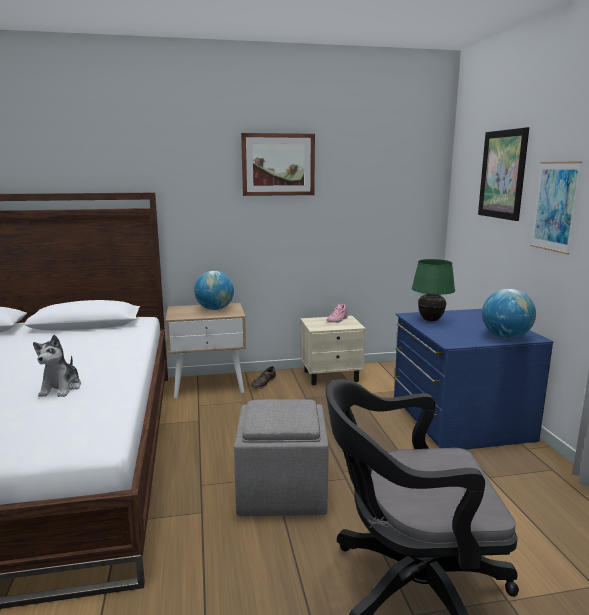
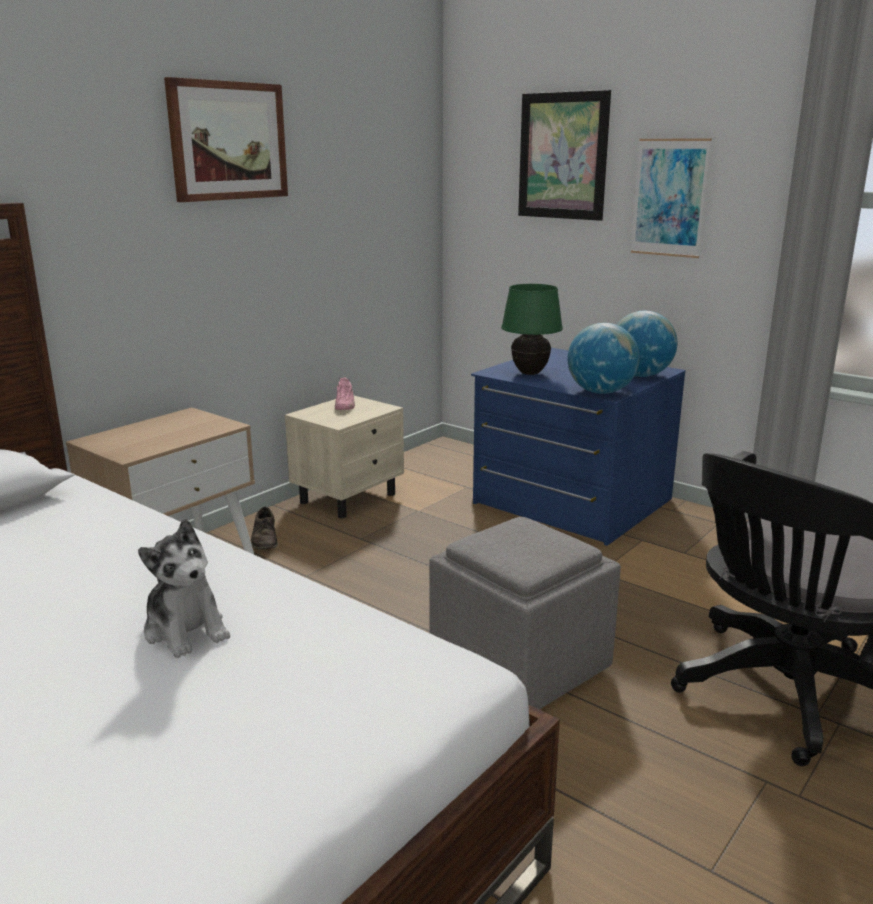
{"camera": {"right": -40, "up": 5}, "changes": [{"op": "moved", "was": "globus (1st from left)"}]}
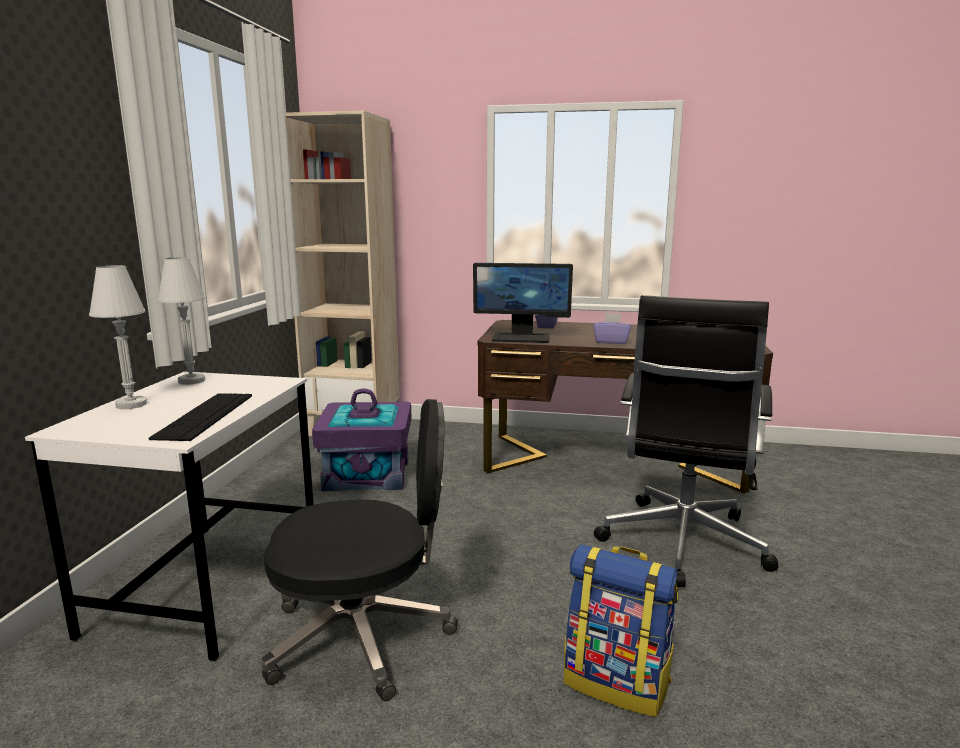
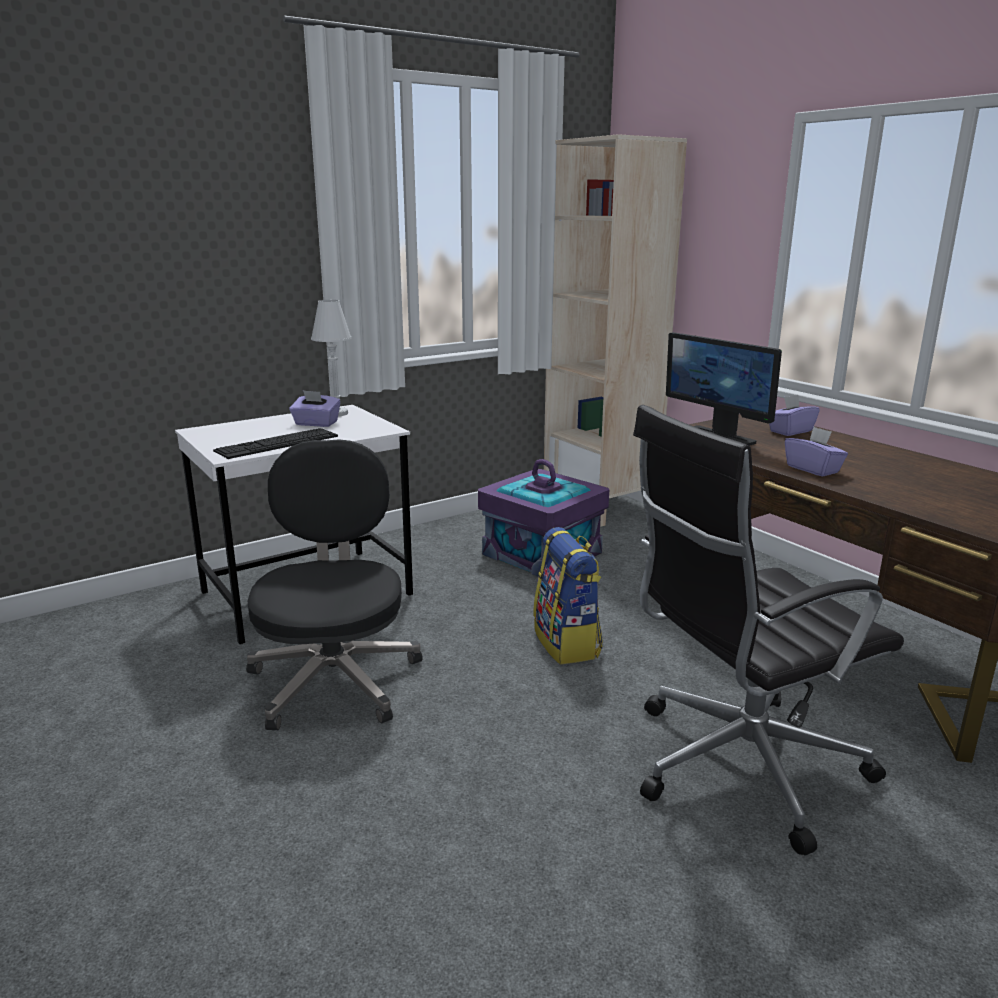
{"camera": {"right": 45, "up": 5}, "changes": [{"op": "removed", "was": "lampa stołowa (biały) (1st from left)"}, {"op": "turned", "was": "krzesło biurowe (czarny) (1st from left)", "clockwise": -135}, {"op": "moved", "was": "plecak"}, {"op": "added", "now": "pudełko chusteczek (fioletowy) (1st from left)"}]}
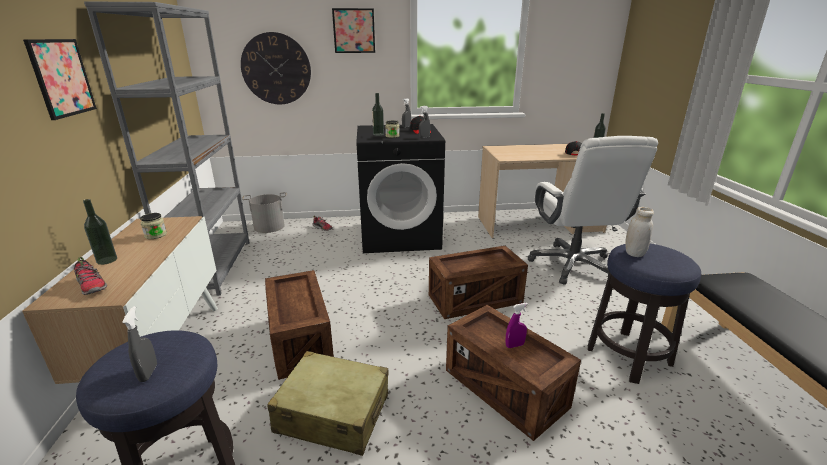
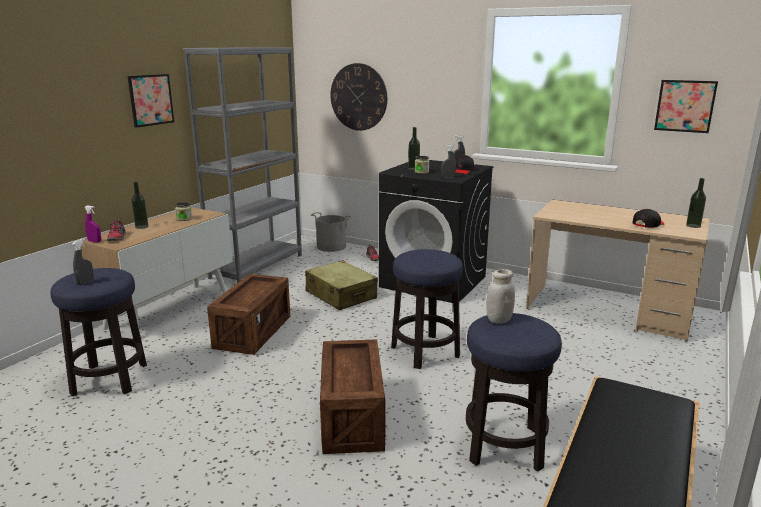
{"camera": {"right": 35, "up": -5}, "changes": [{"op": "moved", "was": "walizka (beżowy)"}, {"op": "moved", "was": "obraz (2nd from left)"}, {"op": "replaced", "was": "skrzynka (2nd from left)", "now": "stołek (2nd from left)"}, {"op": "moved", "was": "spryskiwacz (fioletowy)"}, {"op": "removed", "was": "krzesło biurowe (biały)"}]}
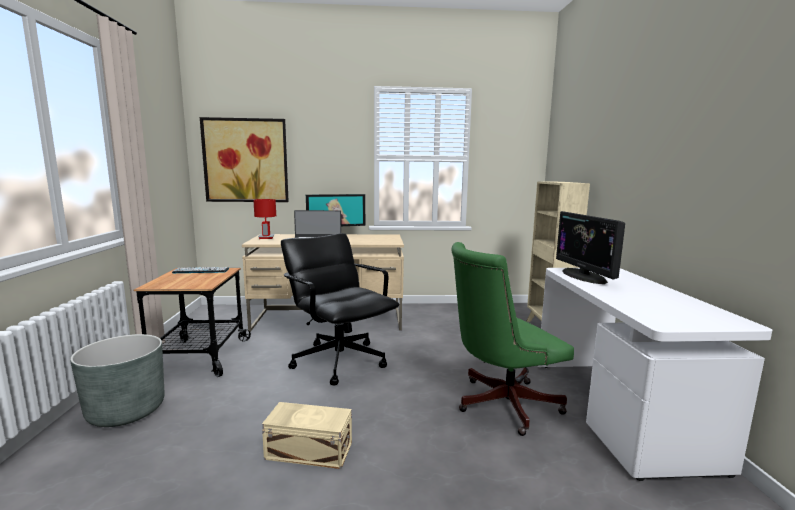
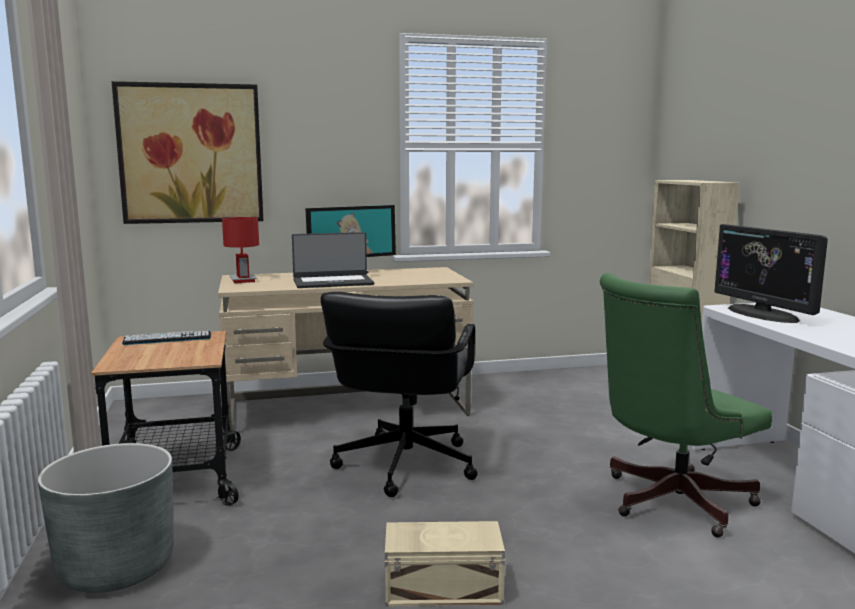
{"camera": {"right": -10, "up": 0}, "changes": [{"op": "turned", "was": "krzesło biurowe (czarny)", "clockwise": -120}]}
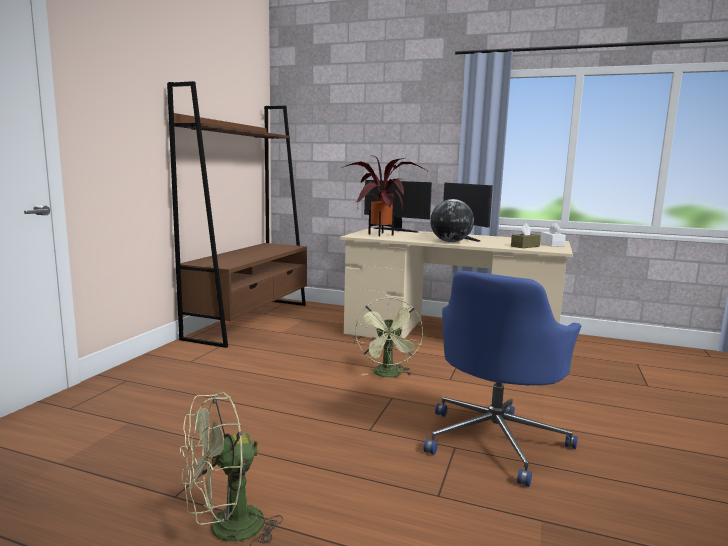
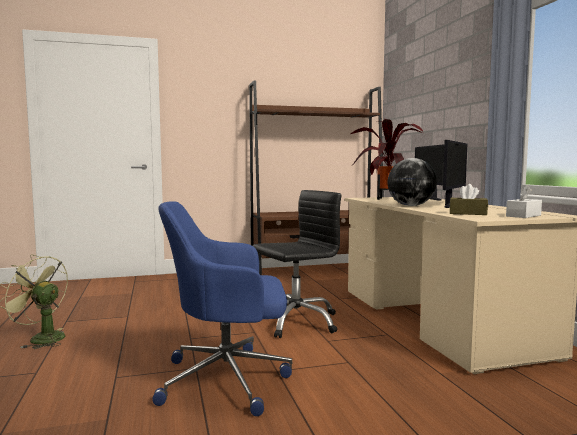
{"camera": {"right": 55, "up": -5}, "changes": [{"op": "replaced", "was": "wentylator (zielony) (2nd from left)", "now": "krzesło biurowe (czarny)"}]}
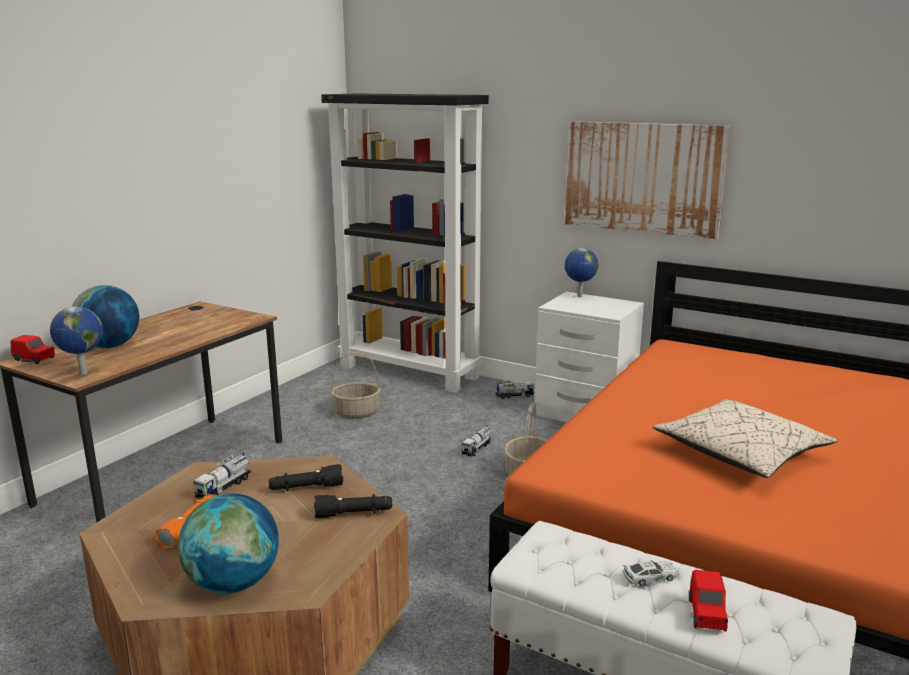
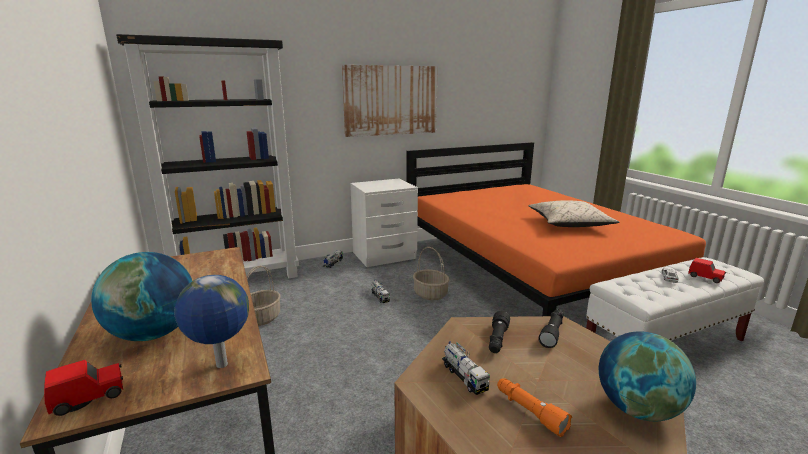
{"camera": {"right": -55, "up": 0}, "changes": [{"op": "removed", "was": "globus (4th from left)"}]}
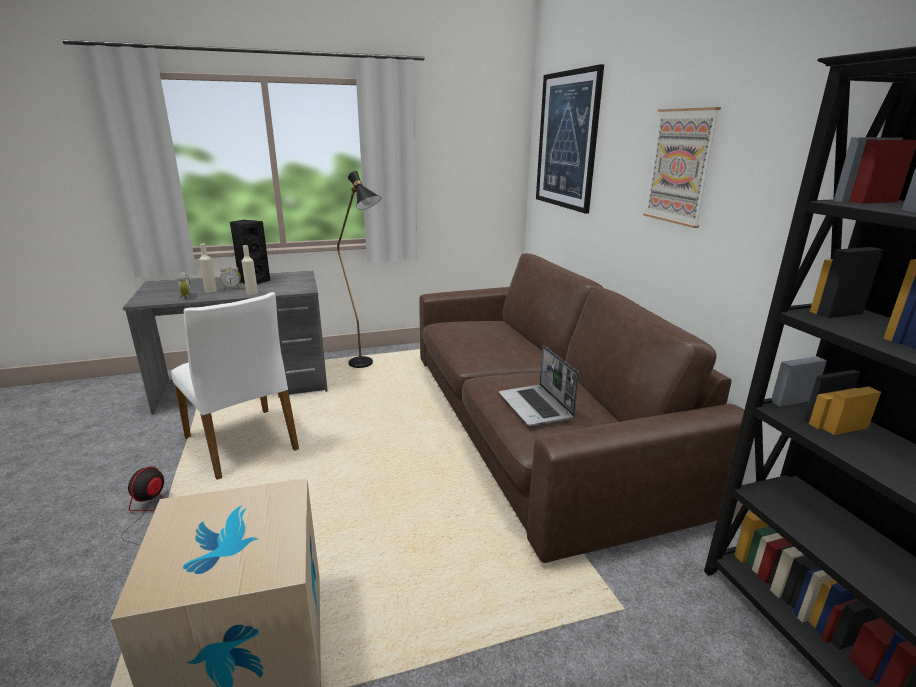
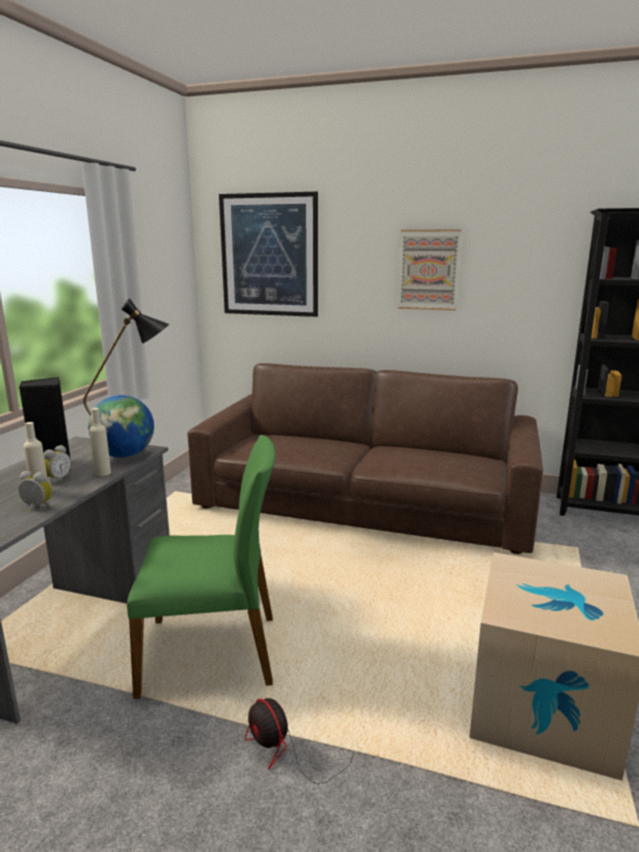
{"camera": {"right": -55, "up": -5}, "changes": [{"op": "recoloured", "was": "krzesło (biały)", "now": "krzesło (zielony)"}, {"op": "removed", "was": "laptop"}, {"op": "added", "now": "globus"}]}
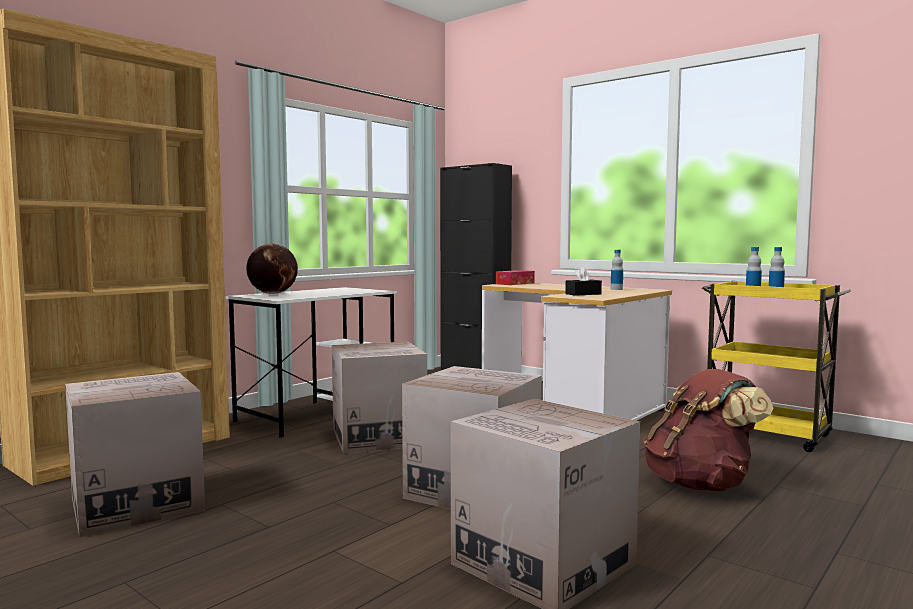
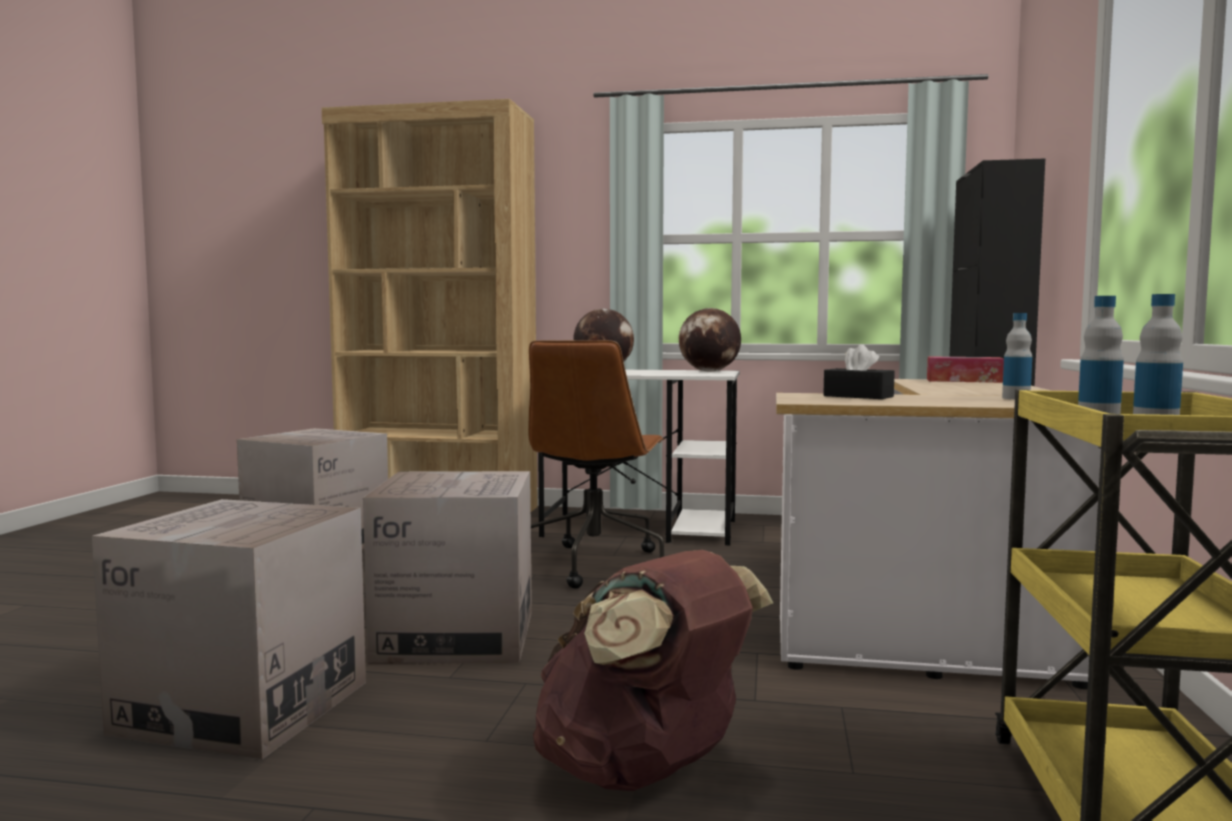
{"camera": {"right": 60, "up": 0}, "changes": [{"op": "replaced", "was": "karton (2nd from left)", "now": "krzesło biurowe (brązowy)"}, {"op": "added", "now": "globus (2nd from left)"}]}
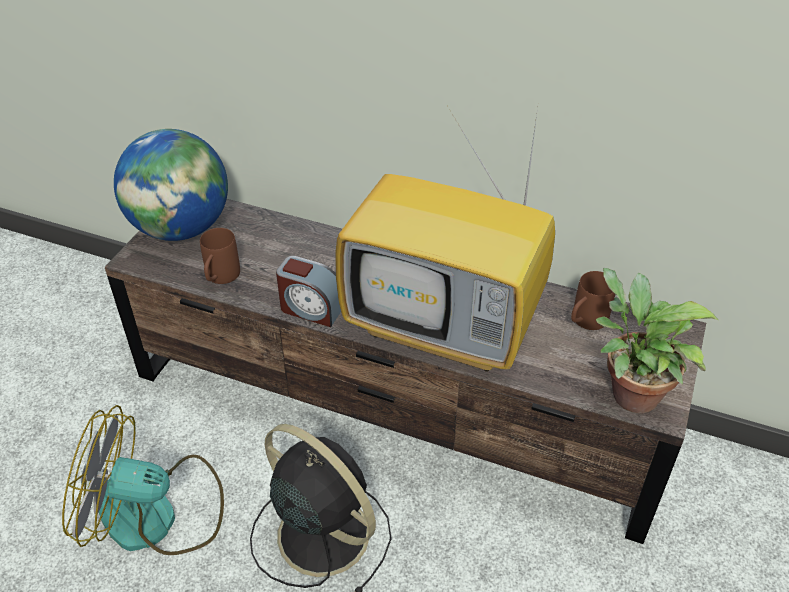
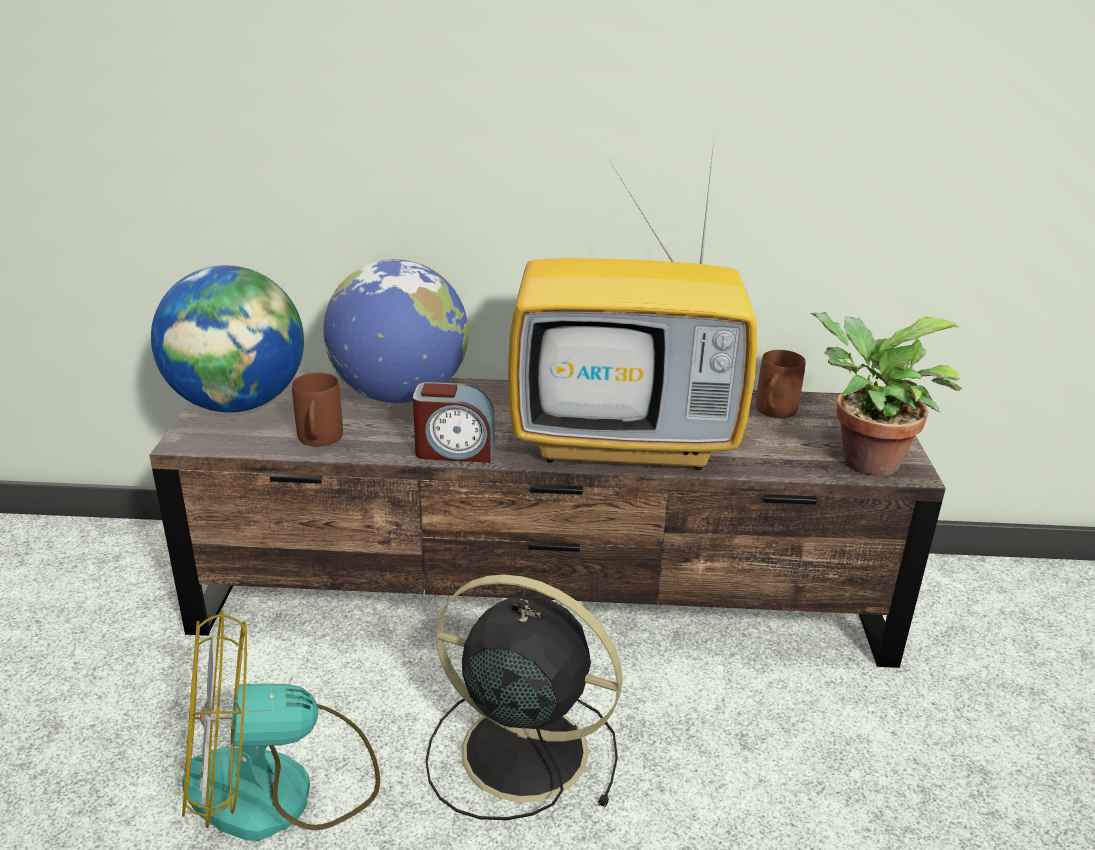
{"camera": {"right": -20, "up": -15}, "changes": [{"op": "added", "now": "globus (2nd from left)"}]}
